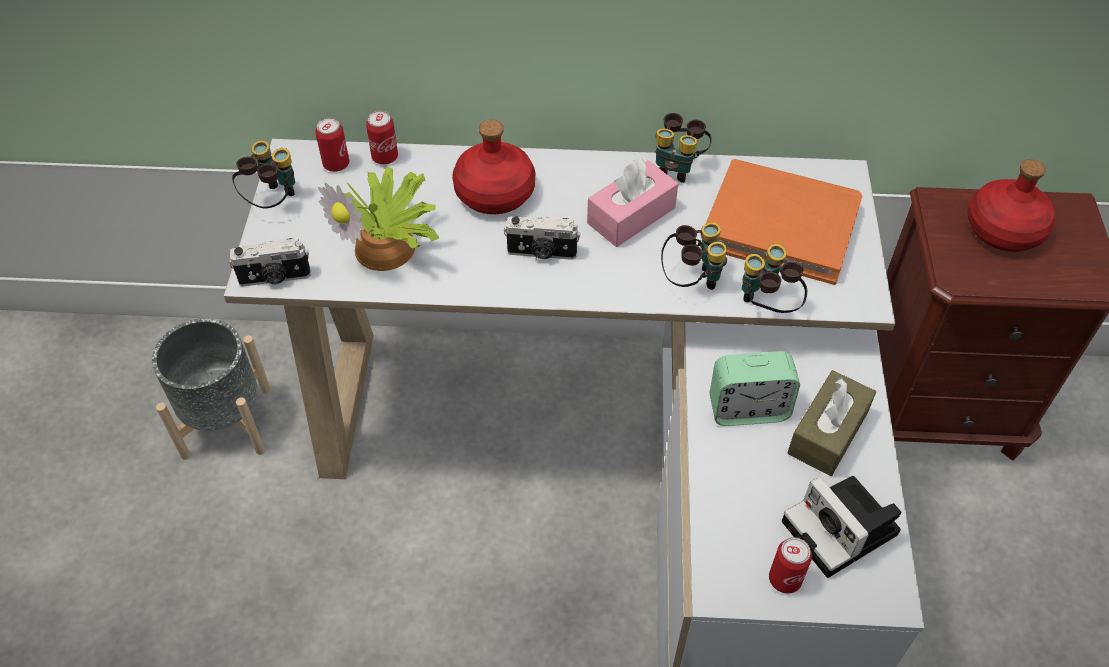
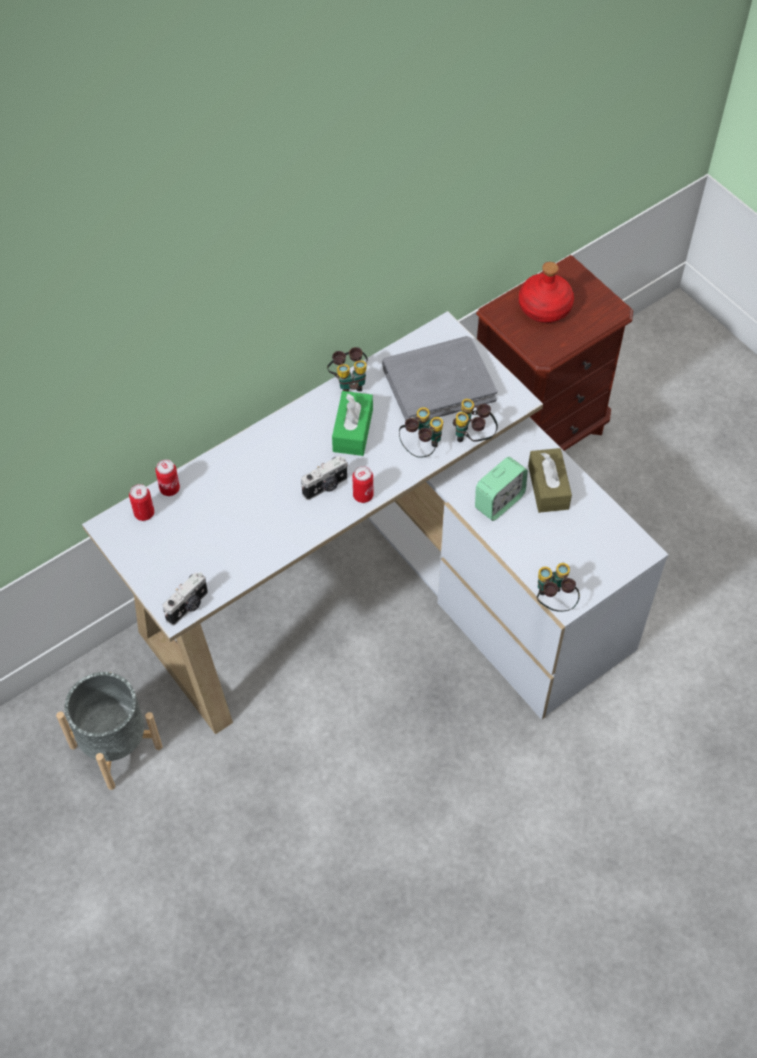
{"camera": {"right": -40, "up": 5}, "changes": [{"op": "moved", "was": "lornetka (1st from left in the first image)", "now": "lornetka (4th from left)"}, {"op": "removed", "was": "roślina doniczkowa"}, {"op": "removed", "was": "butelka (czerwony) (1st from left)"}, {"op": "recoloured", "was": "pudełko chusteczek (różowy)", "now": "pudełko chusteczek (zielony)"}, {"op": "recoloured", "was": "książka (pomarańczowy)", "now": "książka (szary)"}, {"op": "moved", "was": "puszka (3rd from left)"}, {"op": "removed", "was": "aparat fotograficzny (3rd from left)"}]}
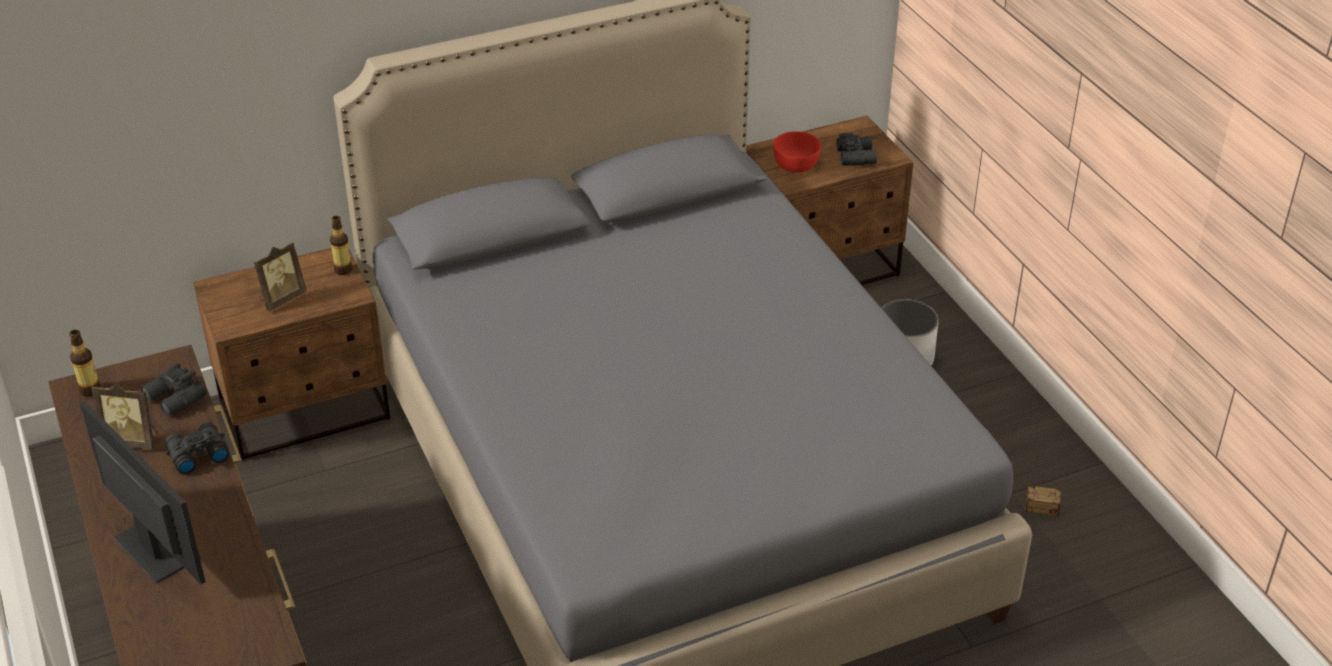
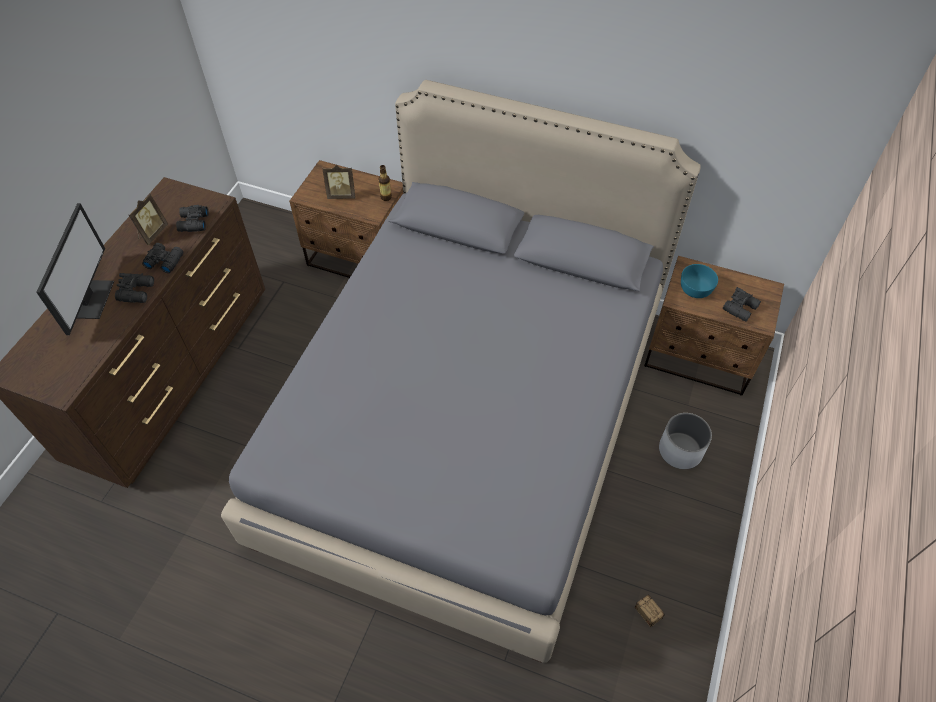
{"camera": {"right": 45, "up": 15}, "changes": [{"op": "removed", "was": "butelka (1st from left)"}, {"op": "turned", "was": "ramka na zdjęcie (1st from left)", "clockwise": -120}, {"op": "recoloured", "was": "miska (czerwony)", "now": "miska (turkusowy)"}, {"op": "added", "now": "lornetka (czarny) (1st from left)"}]}
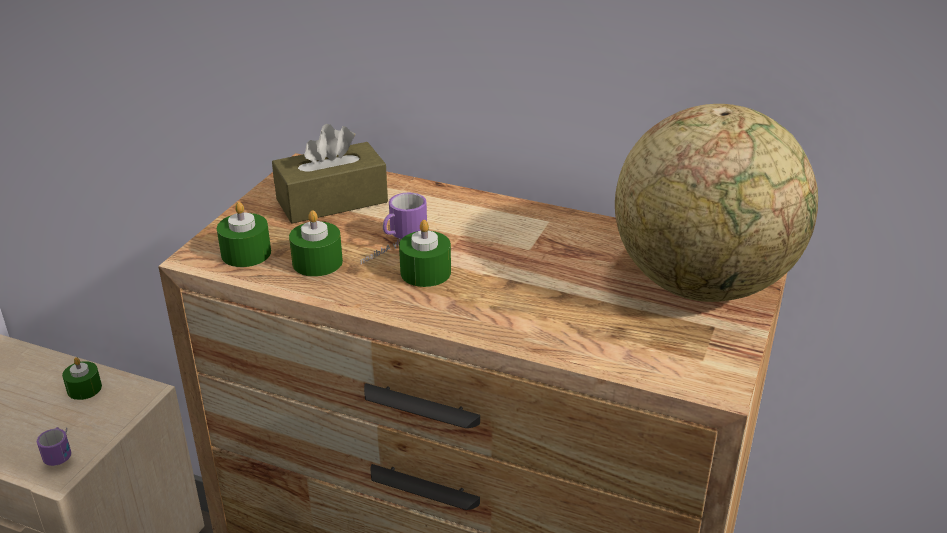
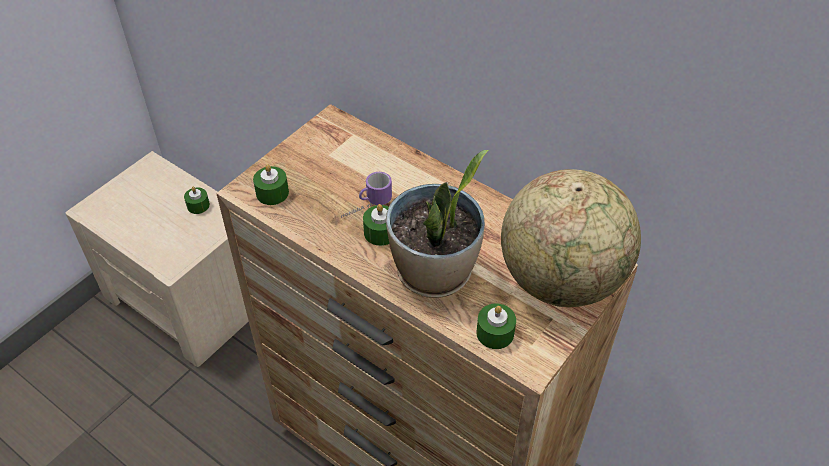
{"camera": {"right": 15, "up": 15}, "changes": [{"op": "removed", "was": "kubek (1st from left)"}, {"op": "removed", "was": "pudełko chusteczek (brązowy)"}, {"op": "moved", "was": "świeca (zielony) (3rd from left in the first image)", "now": "świeca (zielony) (4th from left)"}, {"op": "added", "now": "roślina doniczkowa"}]}
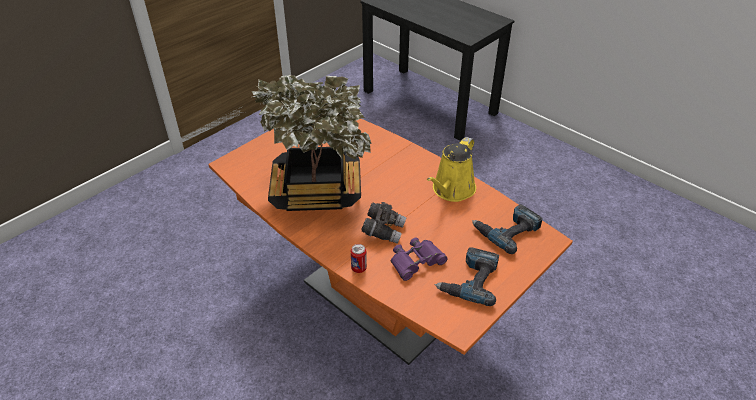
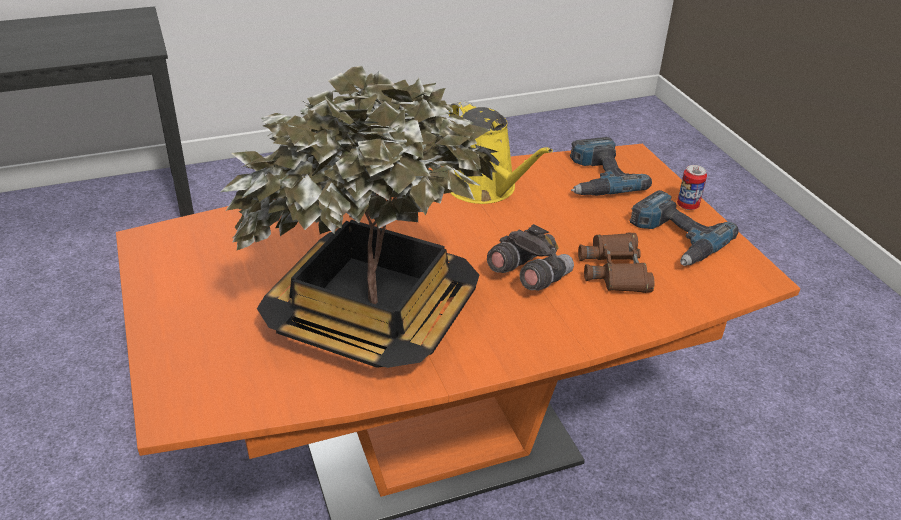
{"camera": {"right": -65, "up": -5}, "changes": [{"op": "moved", "was": "puszka"}, {"op": "recoloured", "was": "lornetka (fioletowy)", "now": "lornetka (brązowy)"}]}
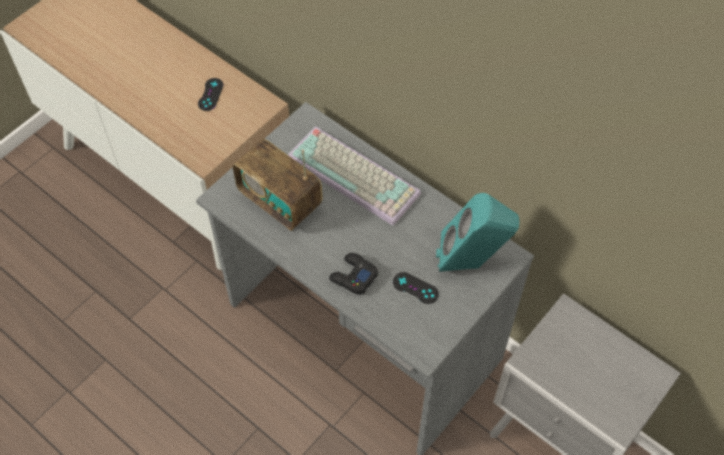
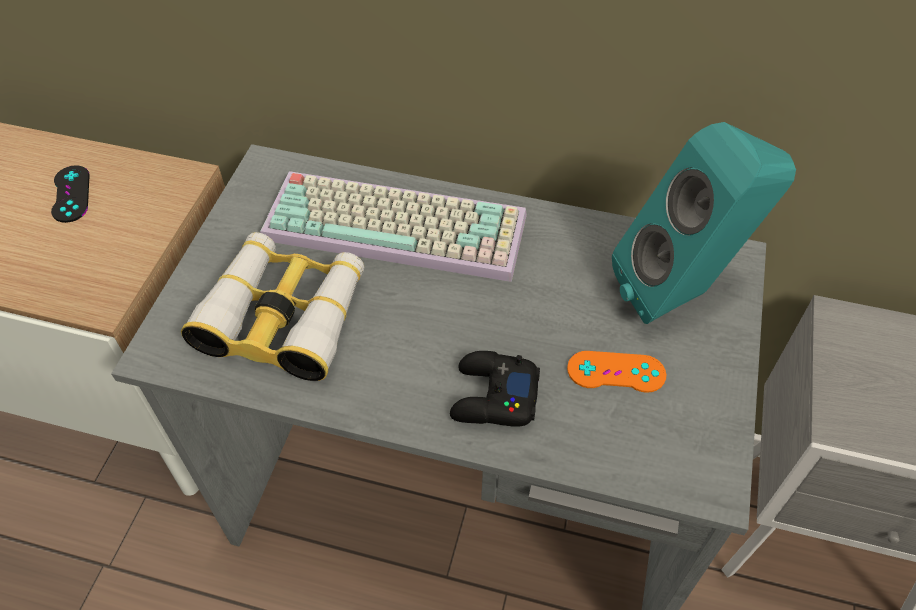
{"camera": {"right": -25, "up": -5}, "changes": [{"op": "replaced", "was": "radio", "now": "lornetka"}, {"op": "recoloured", "was": "pad do gier (czarny) (3rd from left)", "now": "pad do gier (pomarańczowy)"}]}
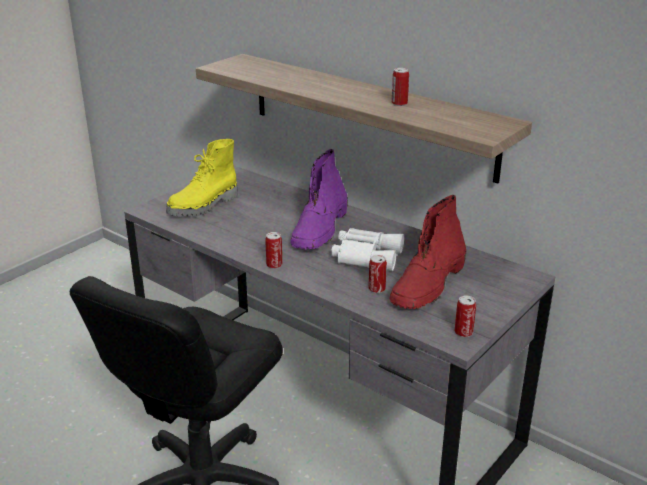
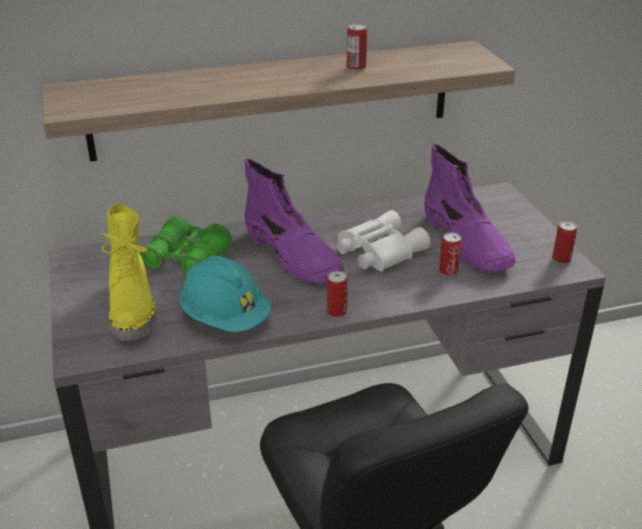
{"camera": {"right": -55, "up": 5}, "changes": [{"op": "recoloured", "was": "but z cholewką (czerwony)", "now": "but z cholewką (fioletowy) (2nd from left)"}, {"op": "added", "now": "lornetka (zielony)"}, {"op": "added", "now": "kask (turkusowy)"}]}
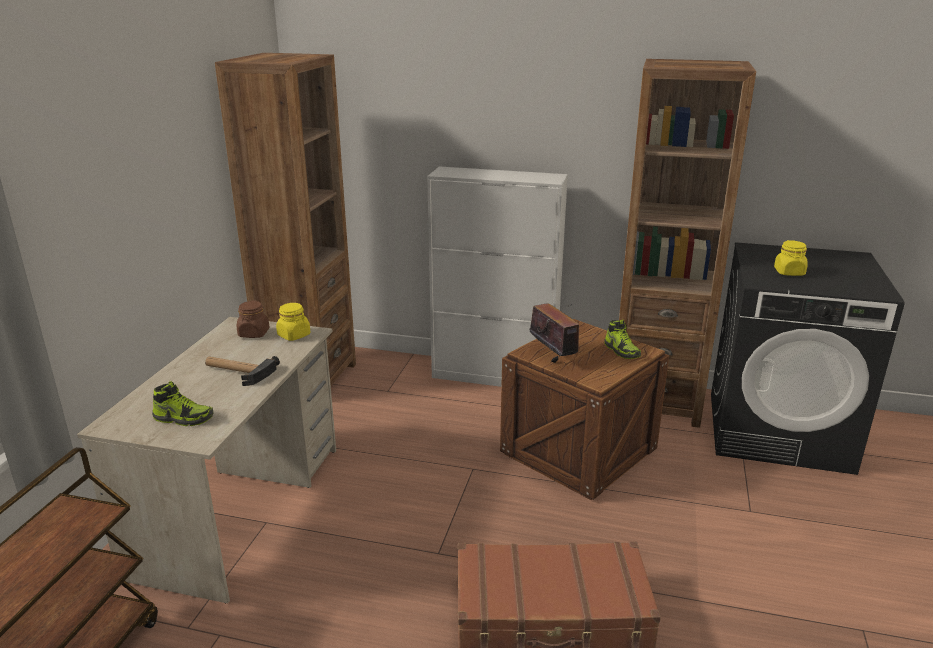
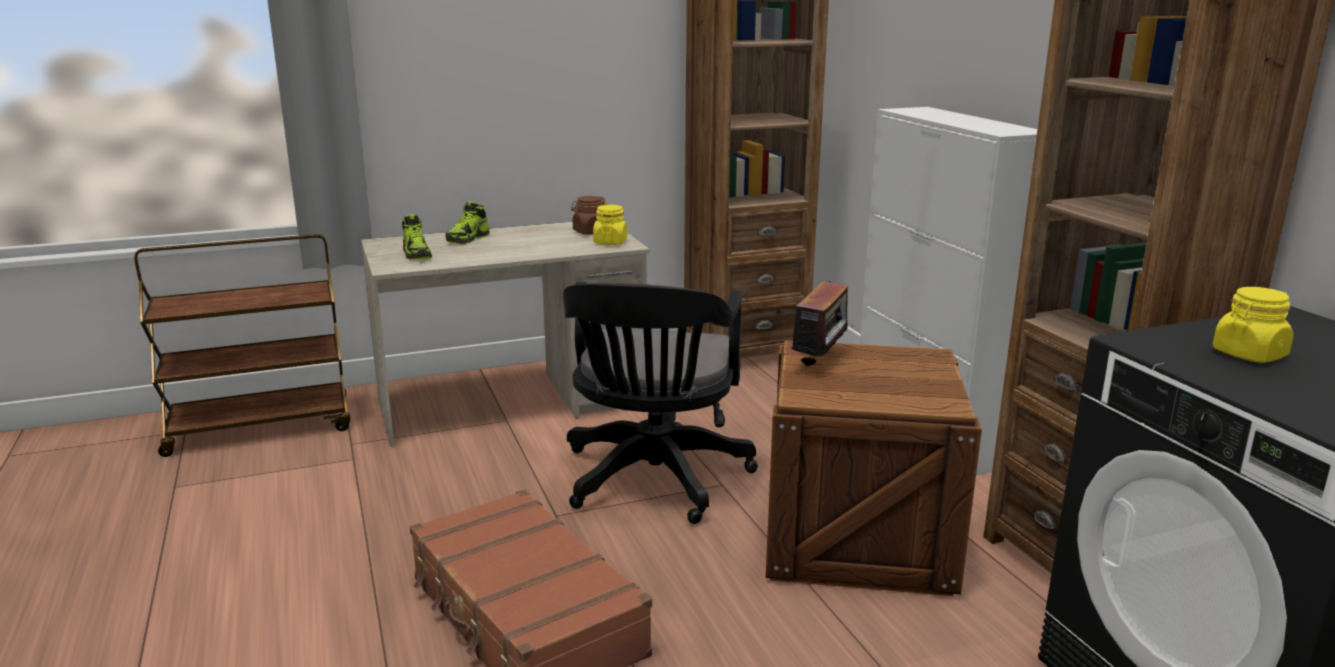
{"camera": {"right": 55, "up": -5}, "changes": [{"op": "removed", "was": "młotek"}, {"op": "moved", "was": "but (2nd from left)"}, {"op": "added", "now": "krzesło biurowe (czarny)"}]}
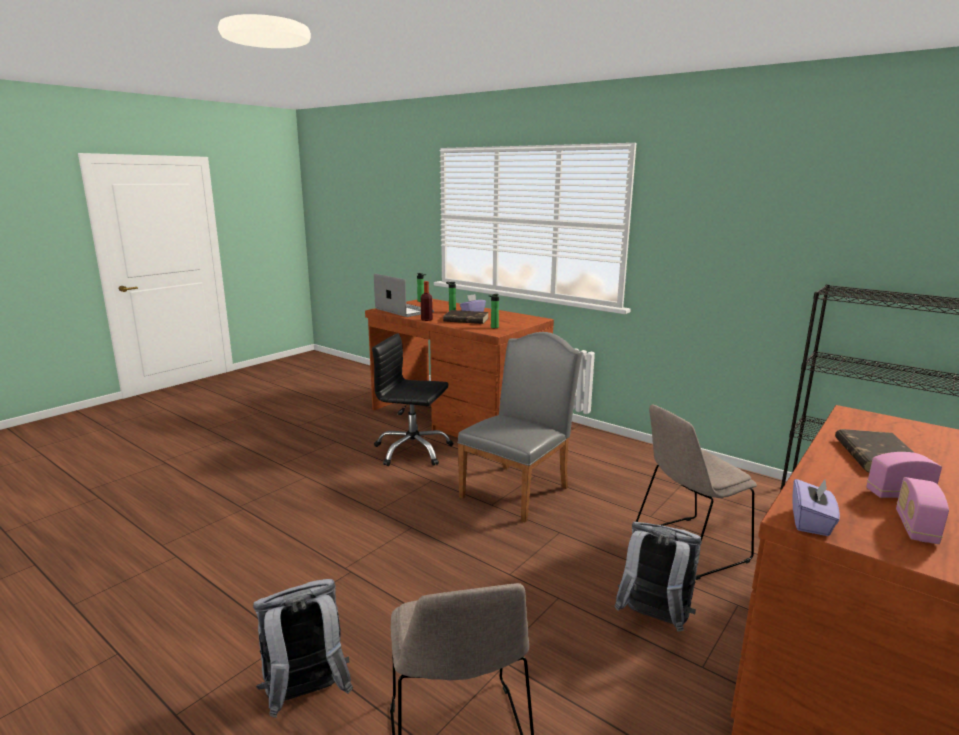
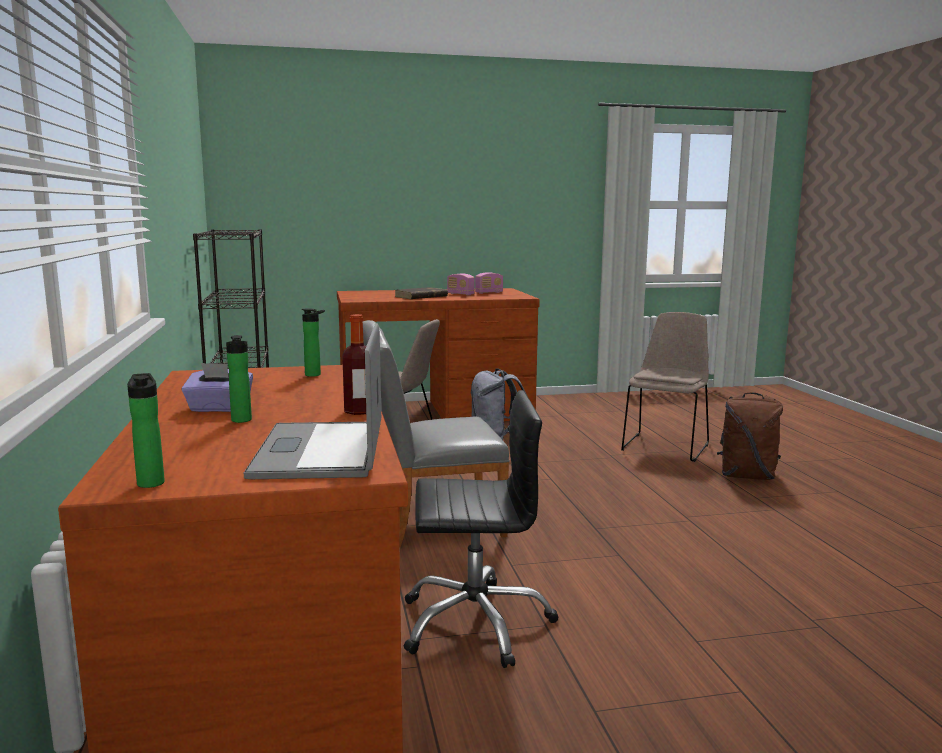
{"camera": {"right": -140, "up": -5}, "changes": [{"op": "recoloured", "was": "plecak (szary) (1st from left)", "now": "plecak (brązowy)"}, {"op": "turned", "was": "krzesło biurowe (czarny)", "clockwise": -60}, {"op": "removed", "was": "książka (brązowy) (1st from left)"}, {"op": "removed", "was": "pudełko chusteczek (fioletowy) (2nd from left)"}]}
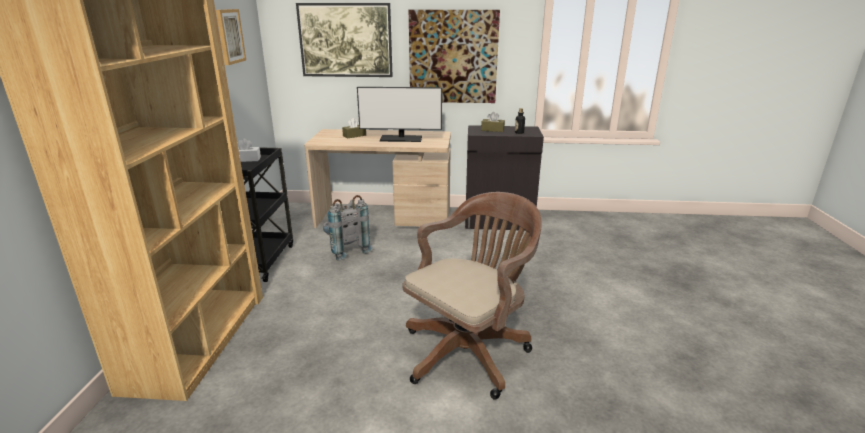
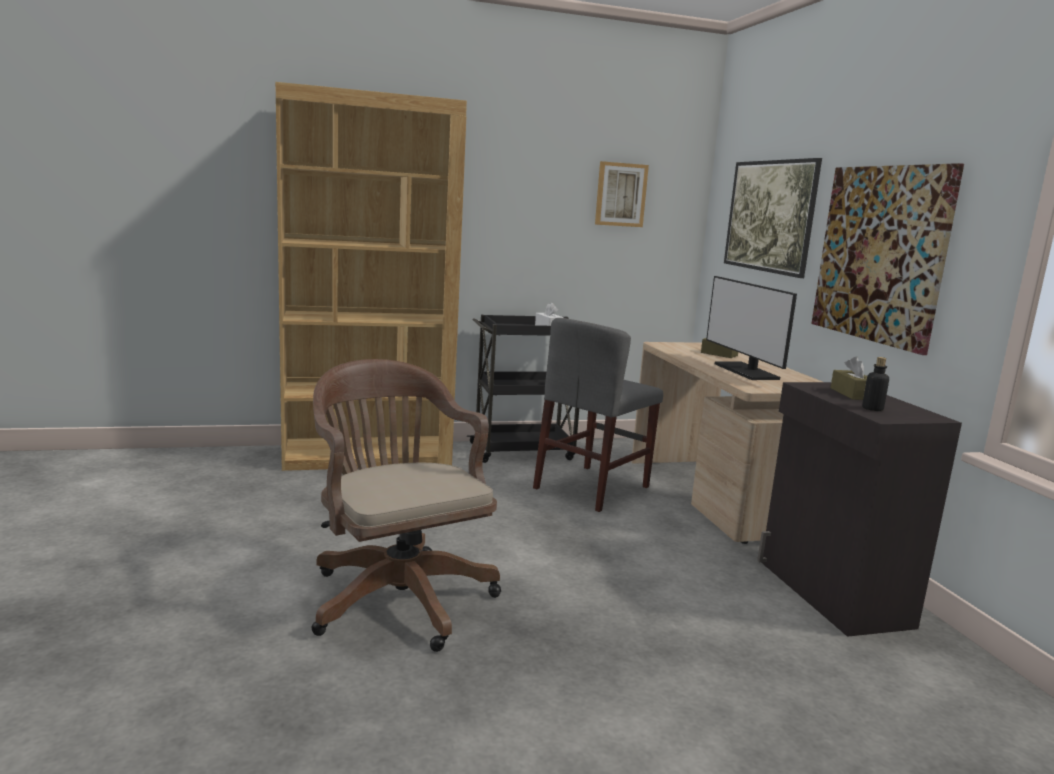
{"camera": {"right": 70, "up": -10}, "changes": [{"op": "replaced", "was": "plecak (szary)", "now": "krzesło (szary)"}, {"op": "turned", "was": "krzesło biurowe (brązowy)", "clockwise": -150}]}
